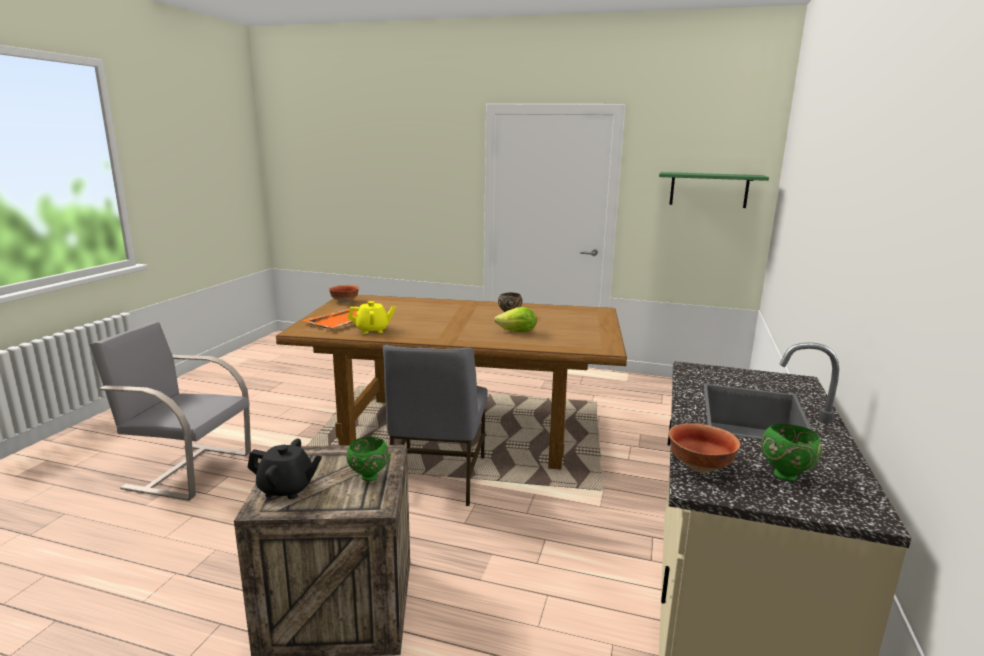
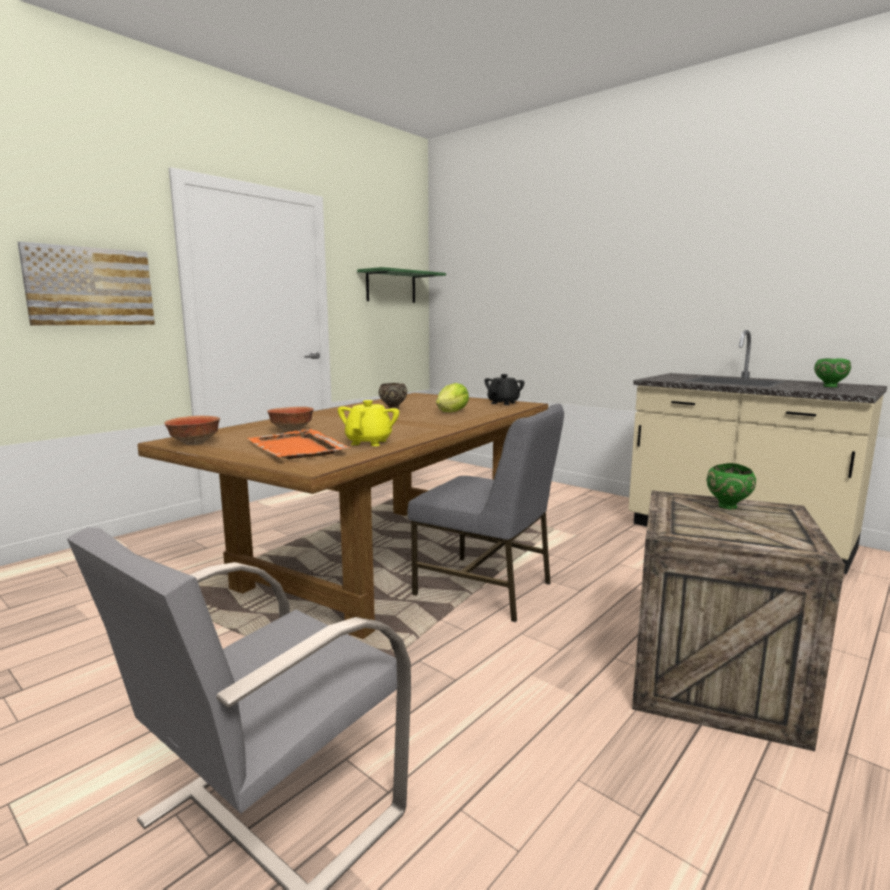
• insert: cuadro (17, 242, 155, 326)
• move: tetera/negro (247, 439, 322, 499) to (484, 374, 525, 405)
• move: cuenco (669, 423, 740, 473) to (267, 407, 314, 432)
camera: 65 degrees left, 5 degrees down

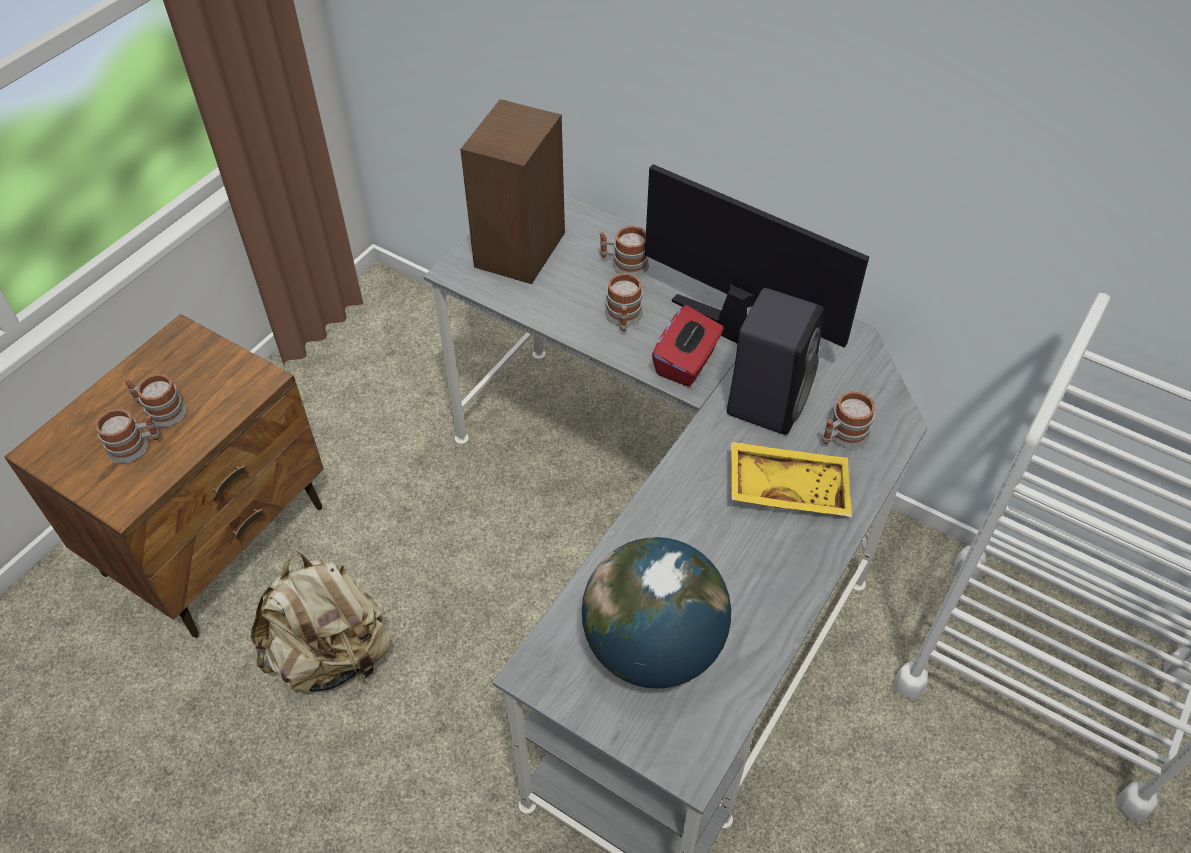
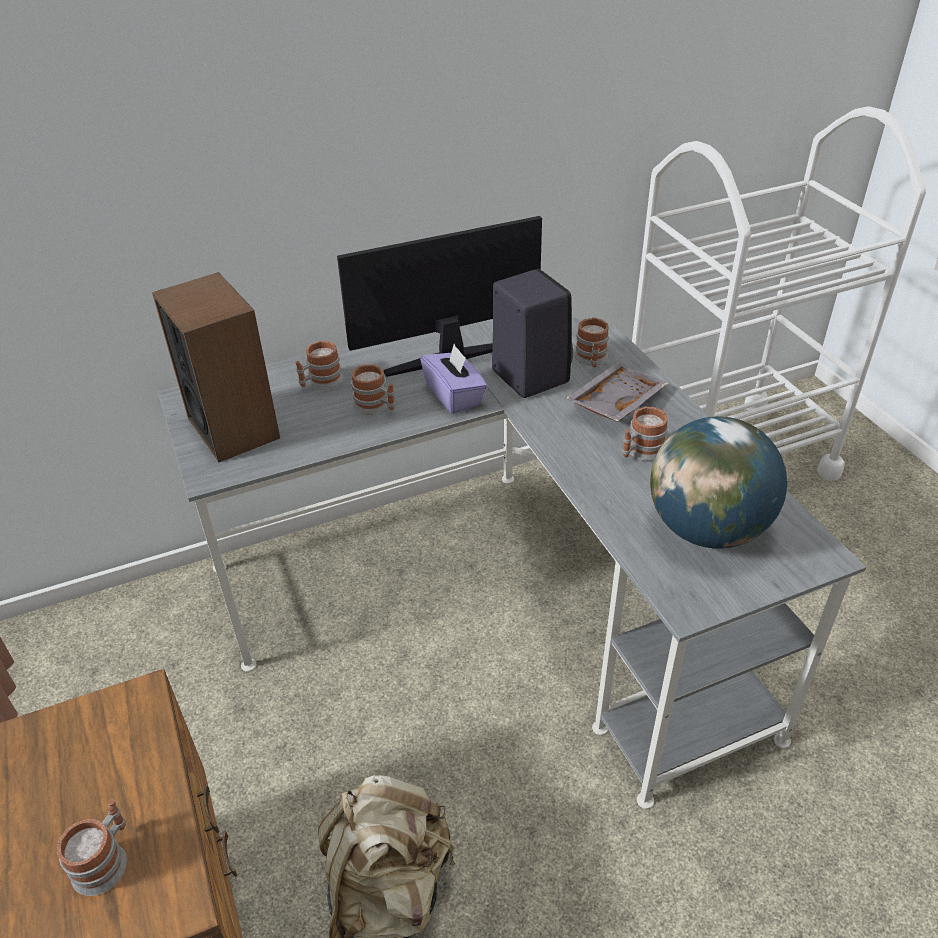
• move: taza grande (124, 374, 187, 427) to (622, 406, 668, 461)
• recolor: caja de pañuelos/rojo (652, 305, 724, 387) to caja de pañuelos/morado (420, 344, 488, 414)
• recolor: bandeja/amarillo (731, 441, 852, 517) to bandeja/gris (566, 362, 668, 422)
camera: 55 degrees left, 10 degrees down

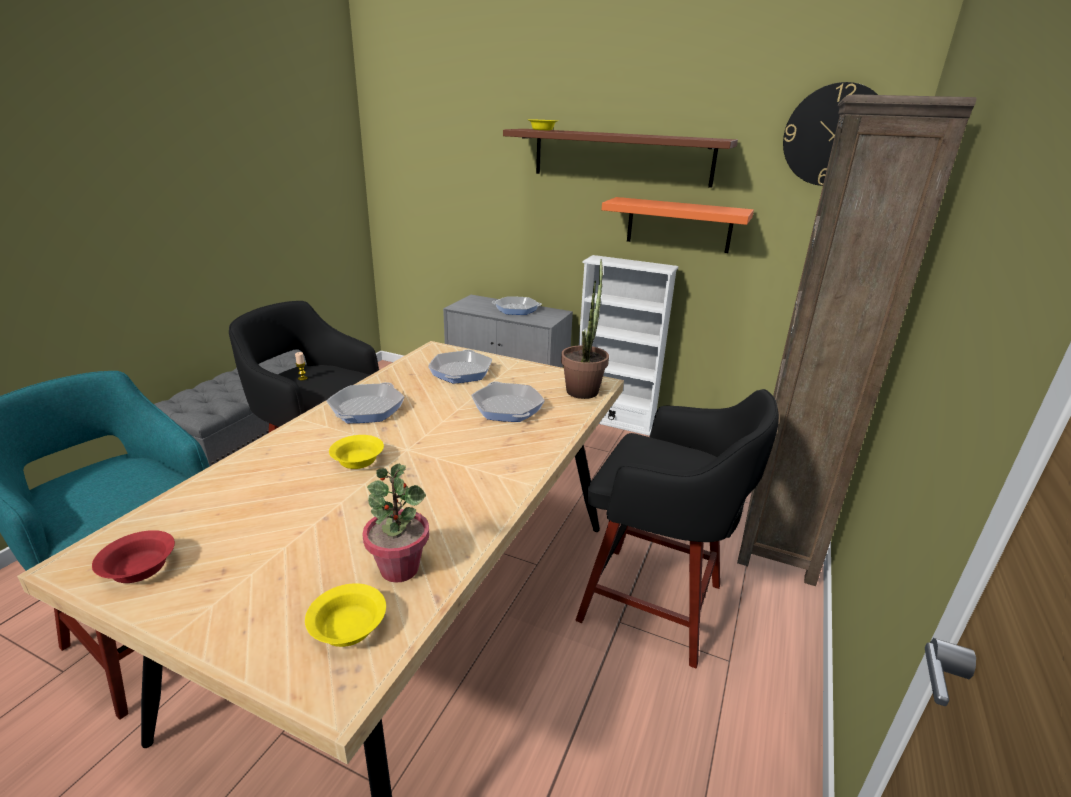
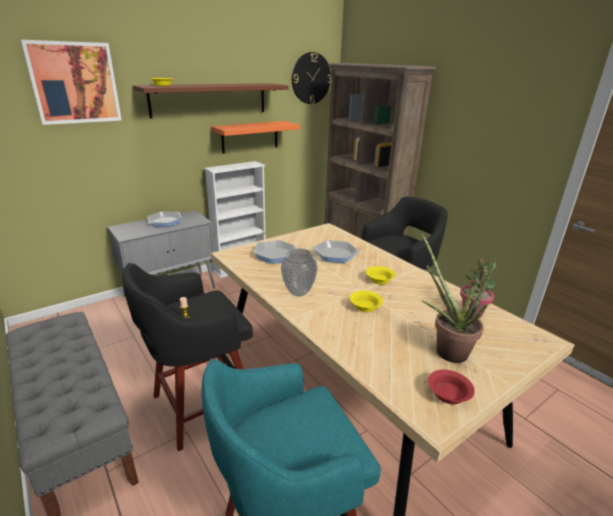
• insert: cuadro (21, 40, 122, 125)
• move: cuenco/amarillo (305, 583, 386, 647) to (366, 266, 396, 284)
• move: planta en maceta (561, 259, 609, 399) to (421, 234, 496, 363)
• replace: sartén (326, 382, 405, 423) to florero (281, 248, 318, 297)
camera: 60 degrees left, 0 degrees up

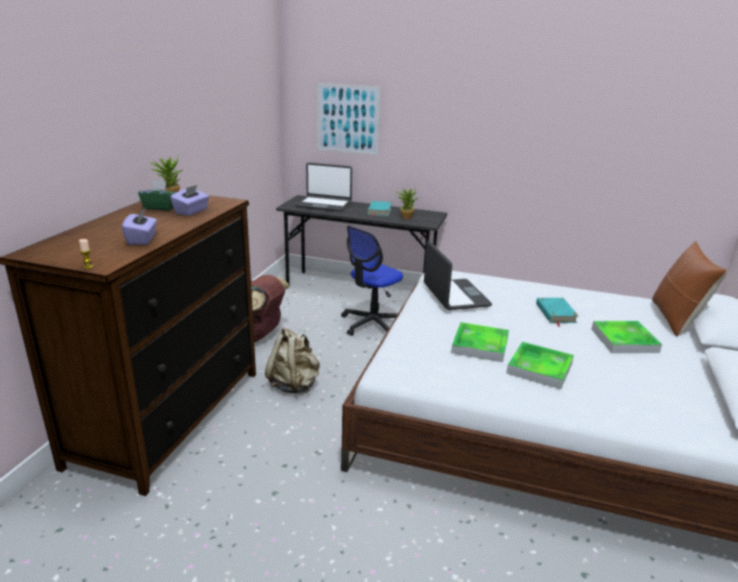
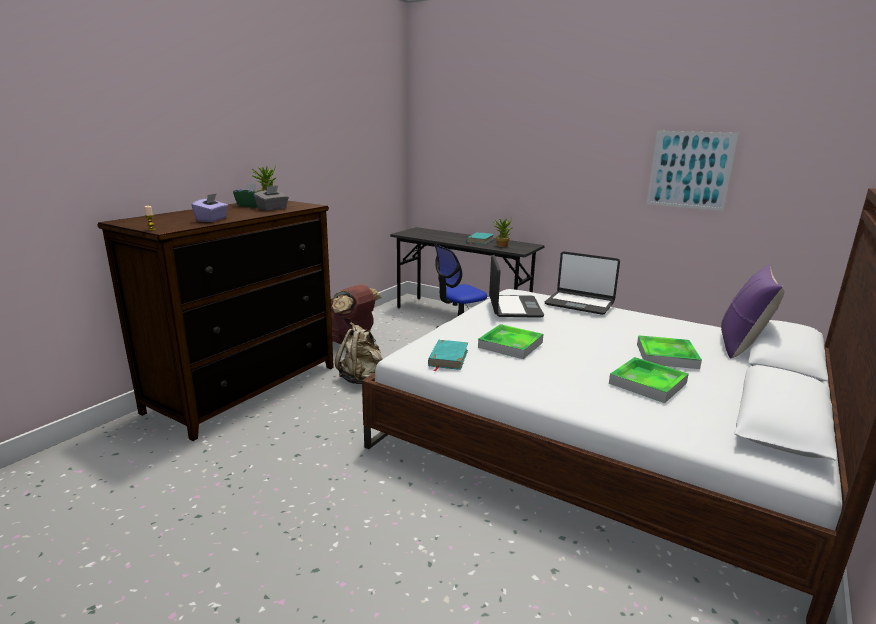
• move: portátil (295, 163, 352, 212) to (545, 251, 620, 315)
• move: cuadro (317, 83, 381, 155) to (647, 131, 739, 211)
• move: bandeja (506, 342, 574, 389) to (609, 357, 689, 403)
• move: libro/turquesa (536, 298, 578, 327) to (428, 340, 468, 371)
• recolor: caja de pañuelos/morado (170, 185, 209, 216) to caja de pañuelos/gris (254, 186, 289, 211)
• recolor: cojín/marrón (652, 241, 727, 336) to cojín/morado (721, 264, 785, 359)
camera: 15 degrees right, 5 degrees down

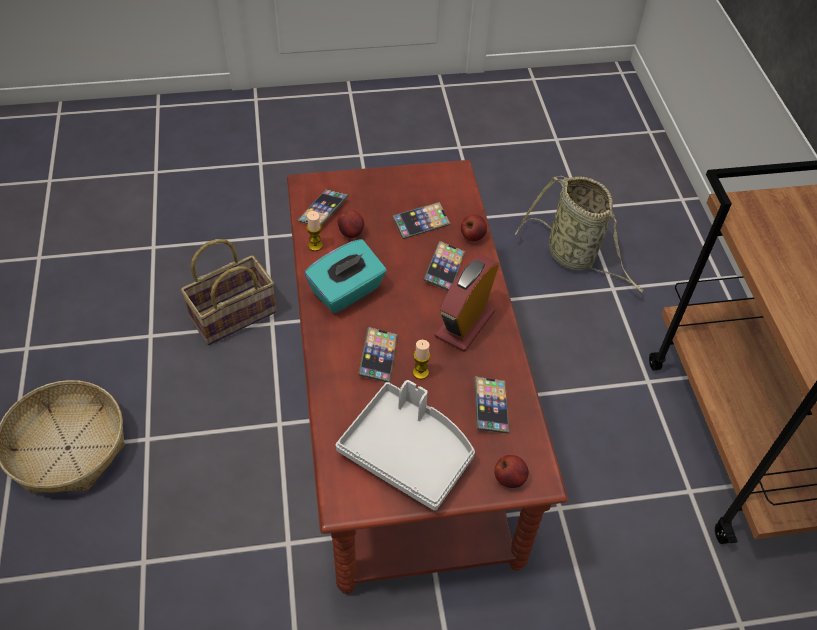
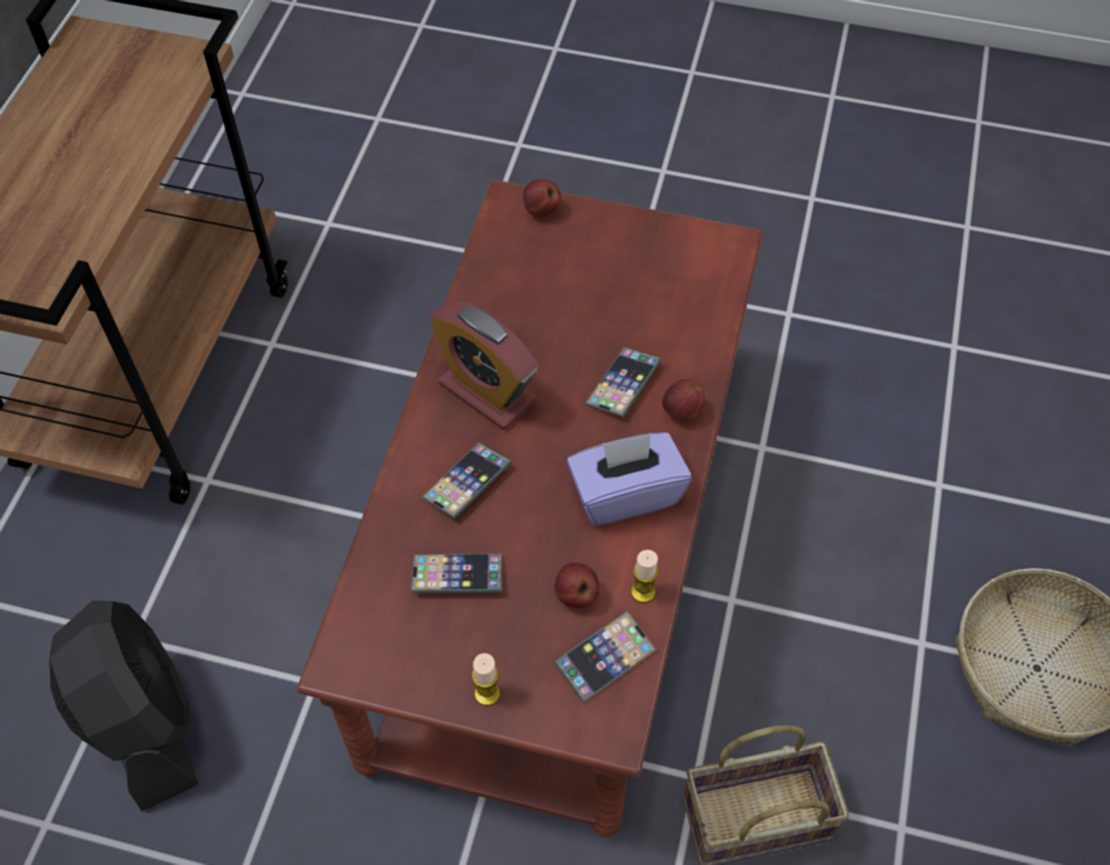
• delete: bandeja/gris (336, 380, 475, 511)
• delete: móvil (474, 377, 509, 434)
• move: vela (413, 340, 430, 379) to (472, 653, 500, 706)
• move: manzana (461, 214, 487, 241) to (662, 379, 705, 422)
• replace: cesta (515, 176, 643, 292) to ventilador/negro (49, 600, 199, 811)
• recolor: caja de pañuelos/turquesa (305, 239, 387, 313) to caja de pañuelos/morado (567, 432, 692, 526)
• rotate: despertador (435, 255, 499, 352) = (429, 300, 538, 430) 75 degrees clockwise
camera: 155 degrees left, 5 degrees up

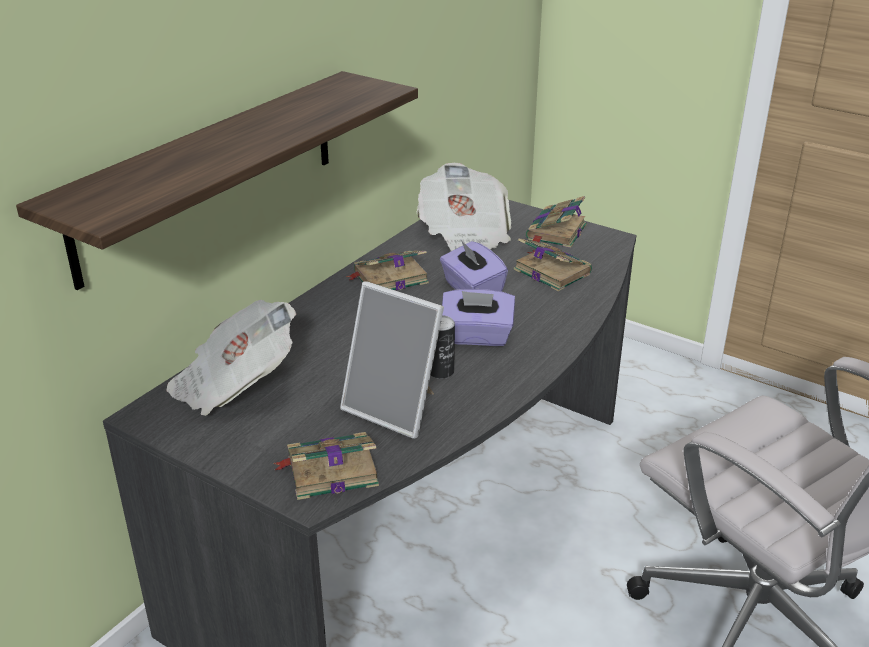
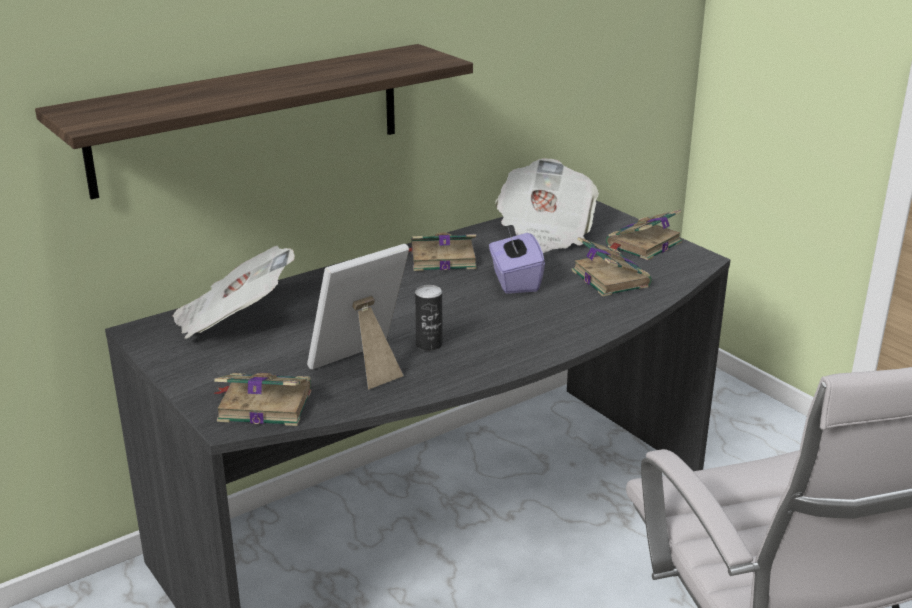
• delete: caja de pañuelos/morado (442, 289, 515, 346)
• rotate: portarretratos (340, 281, 444, 439) = (307, 244, 409, 389) 90 degrees clockwise
camera: 20 degrees right, 5 degrees down

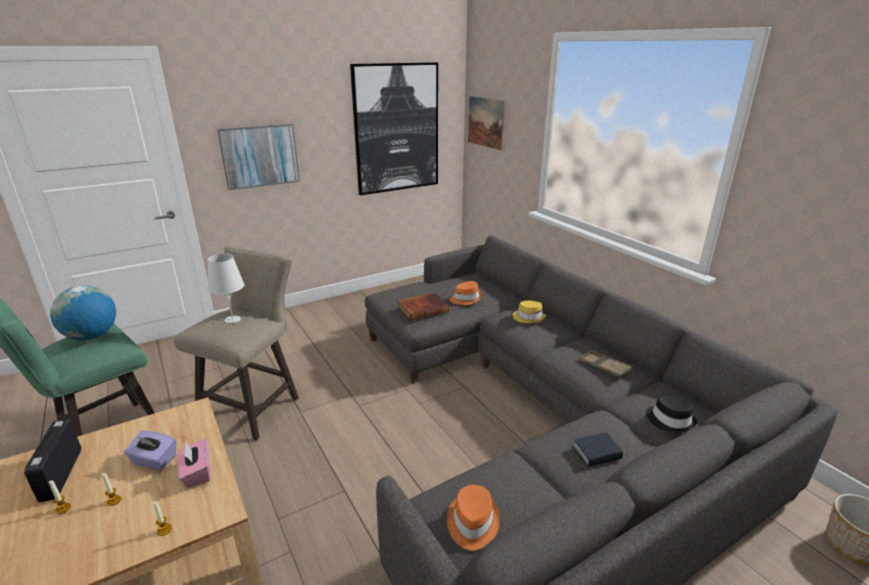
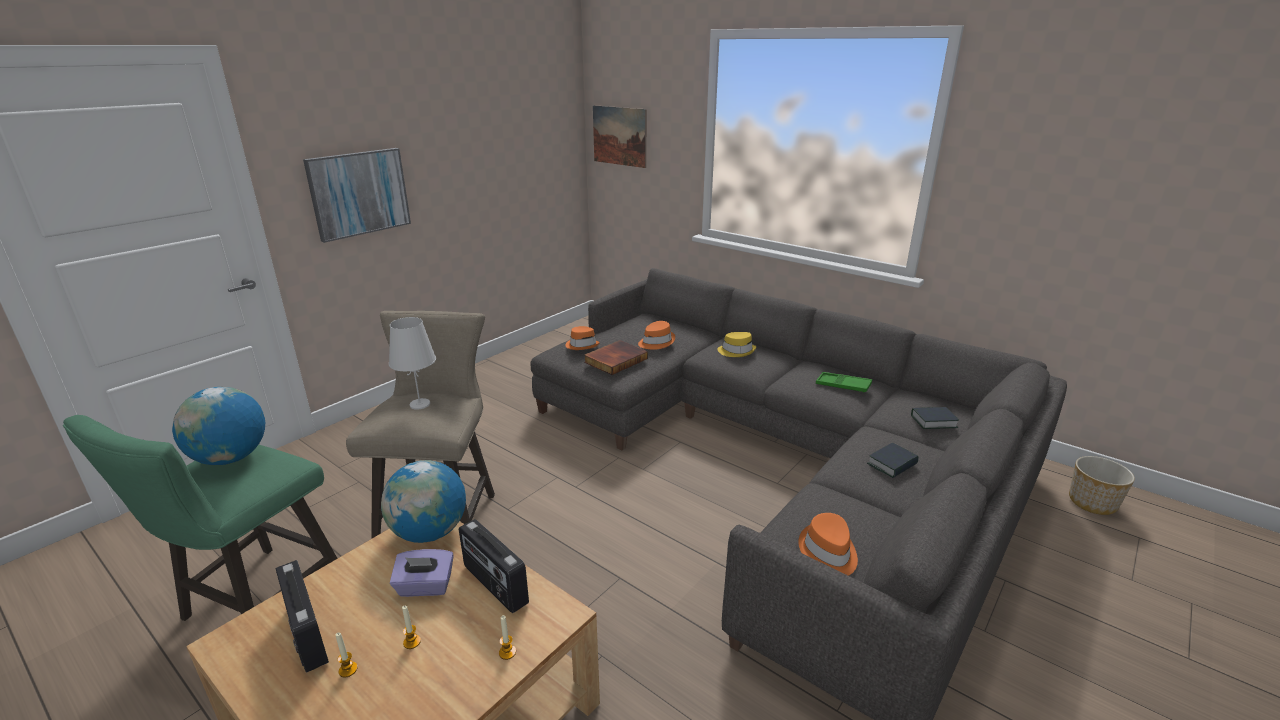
• delete: cuadro (350, 62, 438, 195)
• insert: globo terráqueo (381, 460, 466, 543)
• insert: sombrero/naranja (566, 326, 600, 350)
• replace: caja de pañuelos/rosa (177, 438, 210, 488) to radio (459, 519, 529, 613)
• replace: sombrero/negro (646, 396, 697, 433) to libro (911, 407, 959, 429)
• recolor: bandeja/marrón (579, 350, 632, 377) to bandeja/verde (816, 372, 872, 393)
camera: 20 degrees left, 0 degrees up

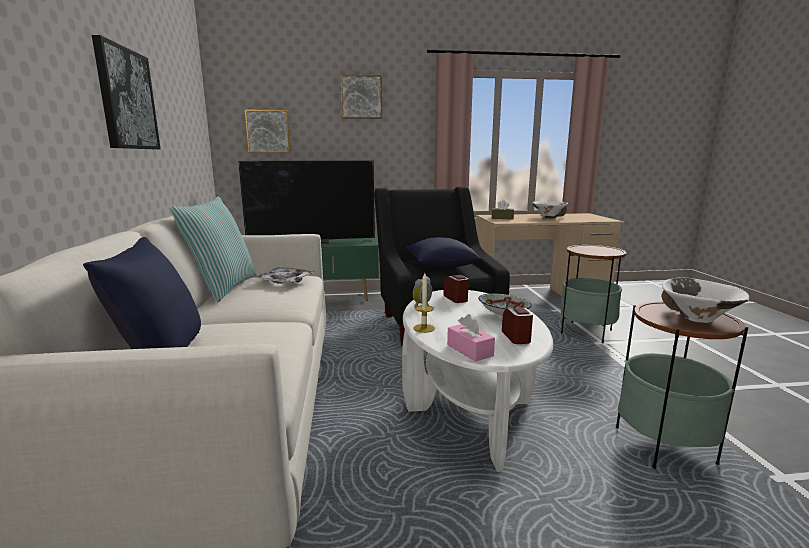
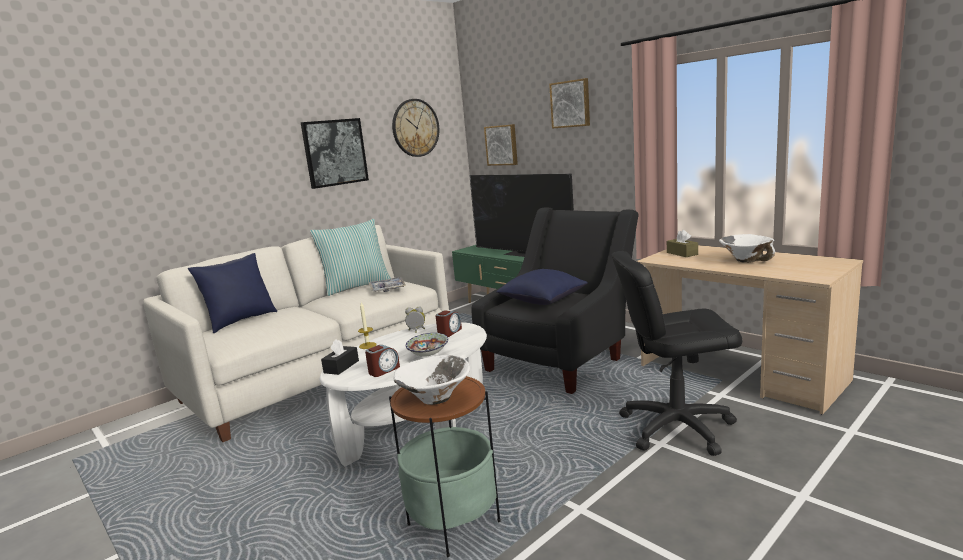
• insert: reloj de pared (392, 99, 439, 157)
• replace: mesa auxiliar (561, 244, 627, 343) to silla de oficina/negro (612, 251, 742, 456)
• recolor: caja de pañuelos/rosa (447, 314, 495, 362) to caja de pañuelos/negro (321, 339, 359, 375)
camera: 55 degrees right, 0 degrees up

